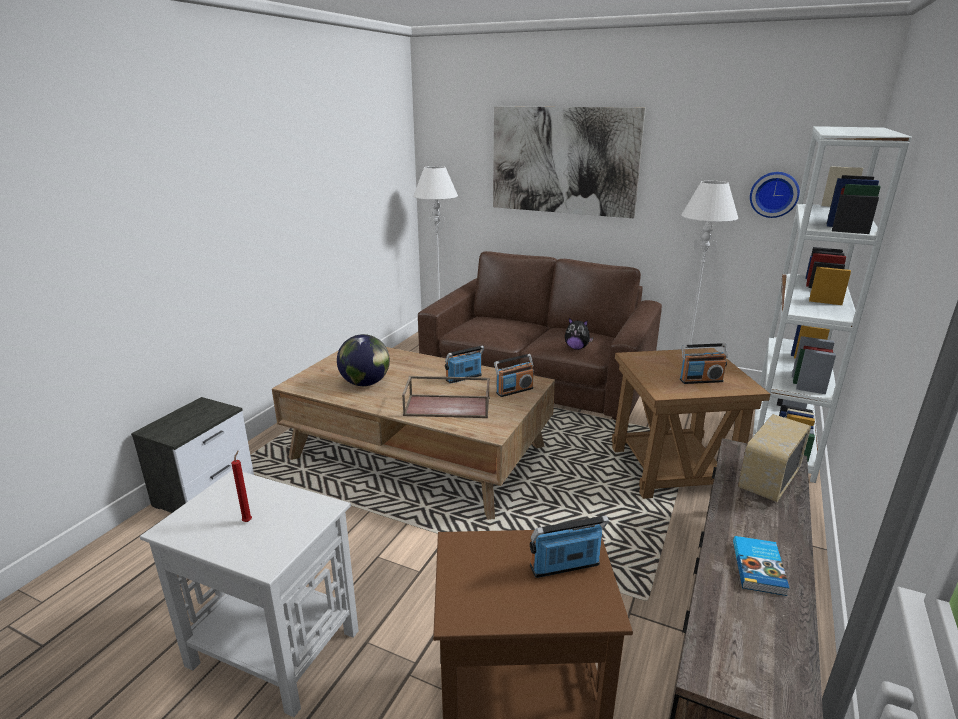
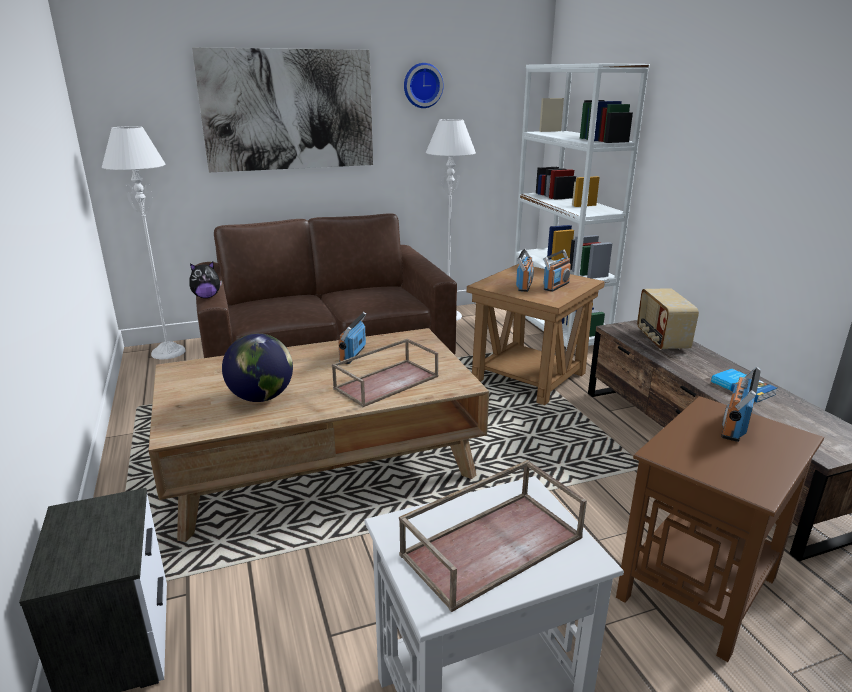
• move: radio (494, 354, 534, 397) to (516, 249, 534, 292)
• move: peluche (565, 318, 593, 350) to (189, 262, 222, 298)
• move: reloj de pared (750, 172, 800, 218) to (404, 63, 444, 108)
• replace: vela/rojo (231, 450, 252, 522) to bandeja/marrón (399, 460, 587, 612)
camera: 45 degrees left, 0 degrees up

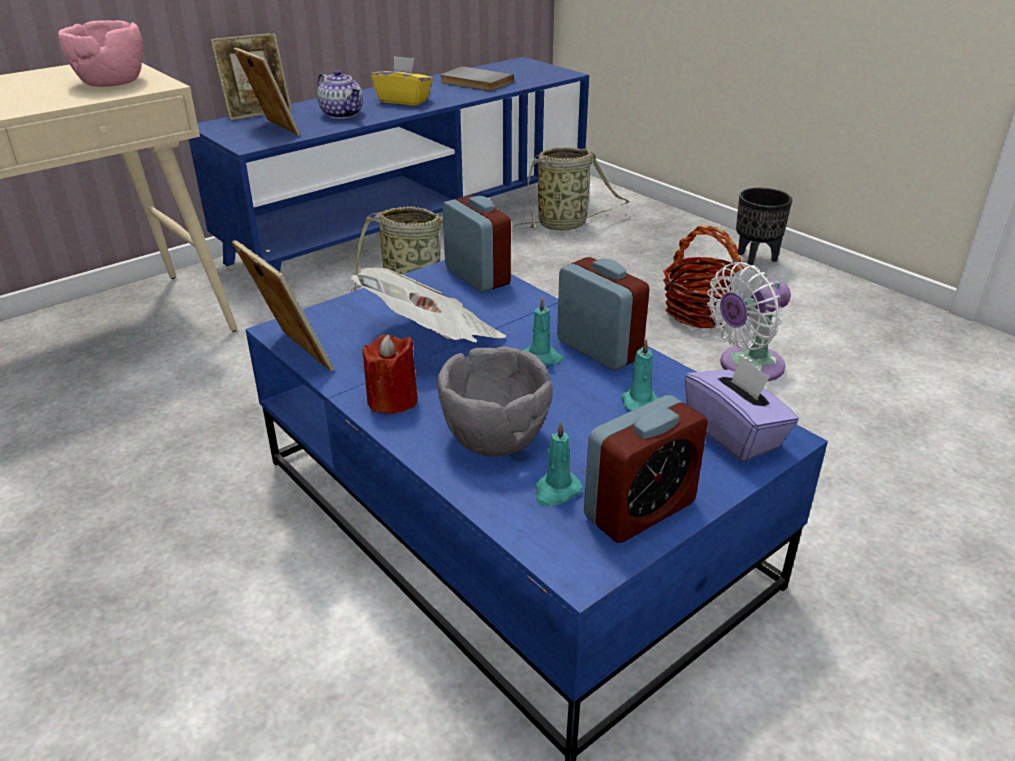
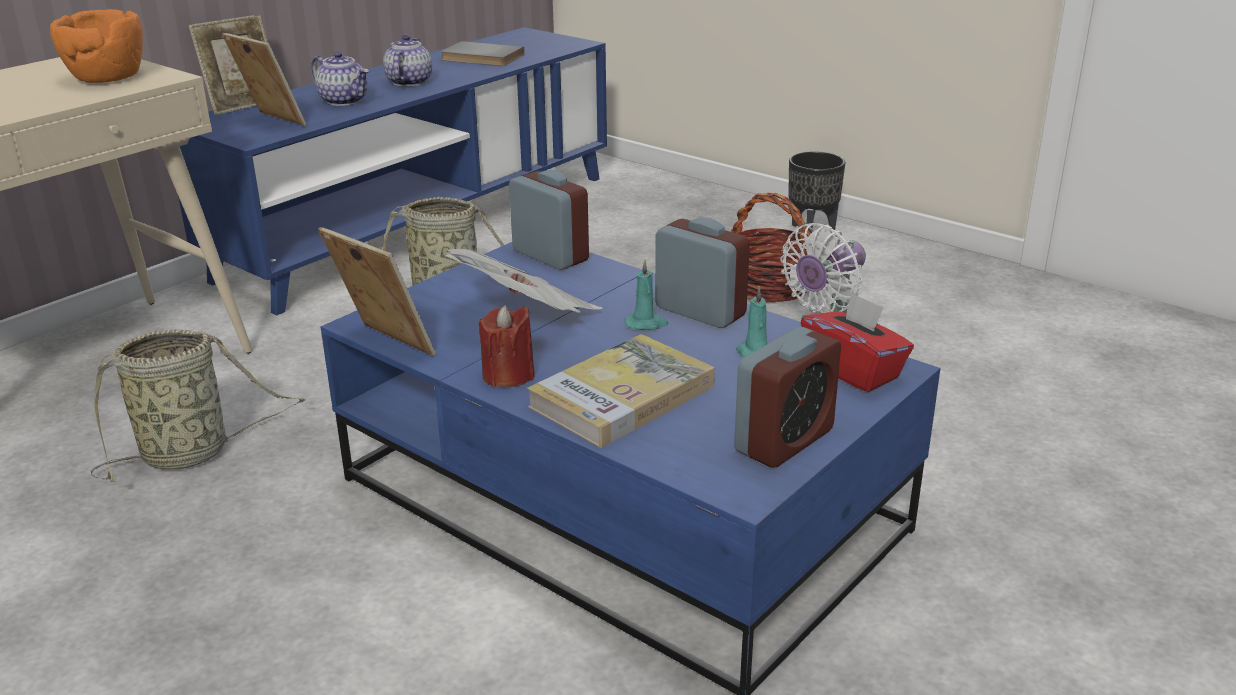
• delete: vela/turquesa (535, 421, 583, 506)
• move: cesta (515, 147, 630, 231) to (91, 329, 306, 482)
• replace: caja de pañuelos/amarillo (371, 56, 433, 106) to tetera (383, 35, 432, 87)
• replace: cuenco/gris (437, 347, 553, 457) to libro (527, 334, 715, 448)
• recolor: cuenco/rosa (58, 20, 143, 87) to cuenco/naranja (50, 9, 143, 83)
• recolor: caja de pañuelos/morado (684, 355, 799, 462) to caja de pañuelos/rojo (801, 292, 914, 392)
camera: 10 degrees left, 5 degrees down

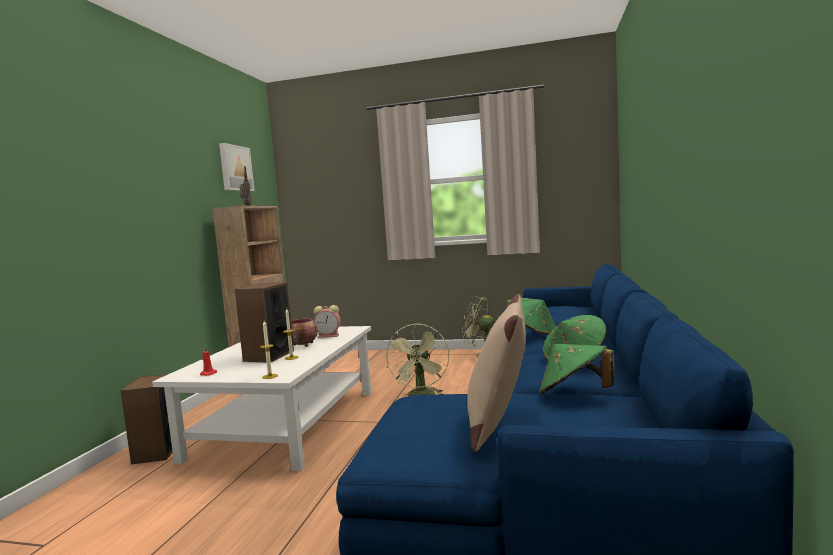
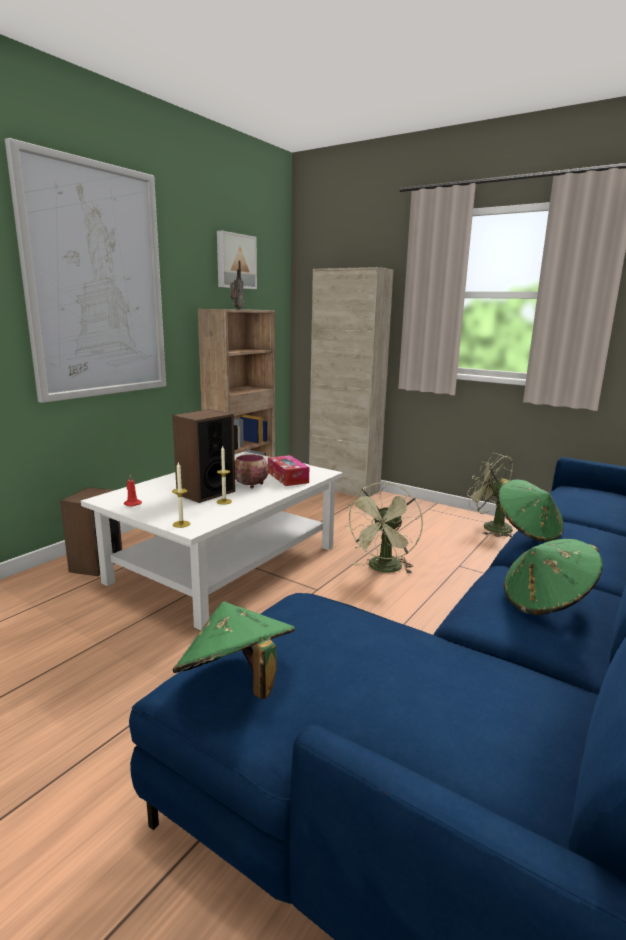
• delete: cojín/beis (467, 294, 526, 452)
• insert: cuadro (5, 138, 166, 403)
• insert: armario/beis (309, 267, 393, 497)
• move: sombrero/verde (539, 344, 615, 395) to (173, 601, 295, 699)
• replace: despertador (314, 305, 341, 338) to caja de pañuelos (268, 455, 309, 486)
camera: 20 degrees right, 10 degrees up

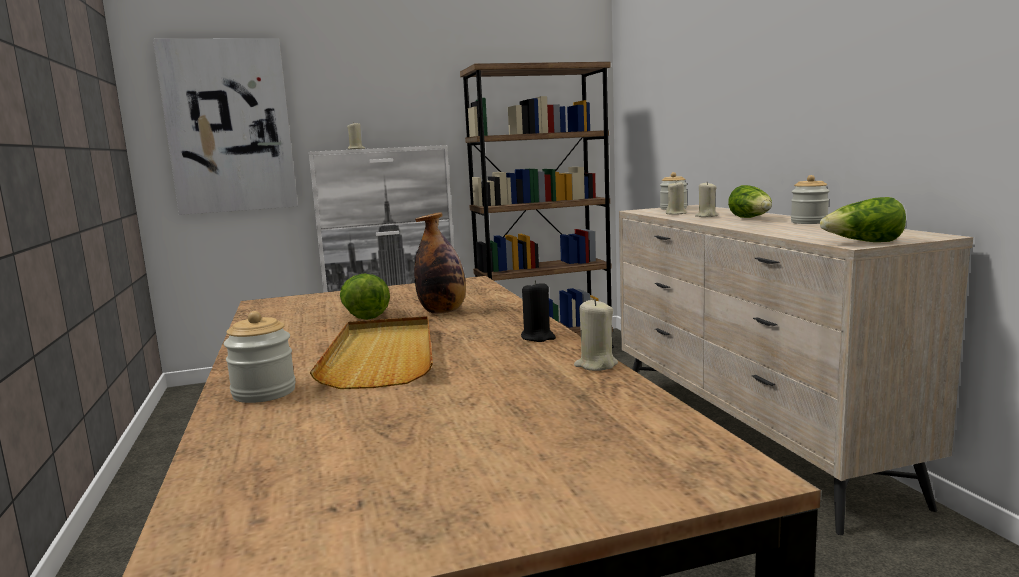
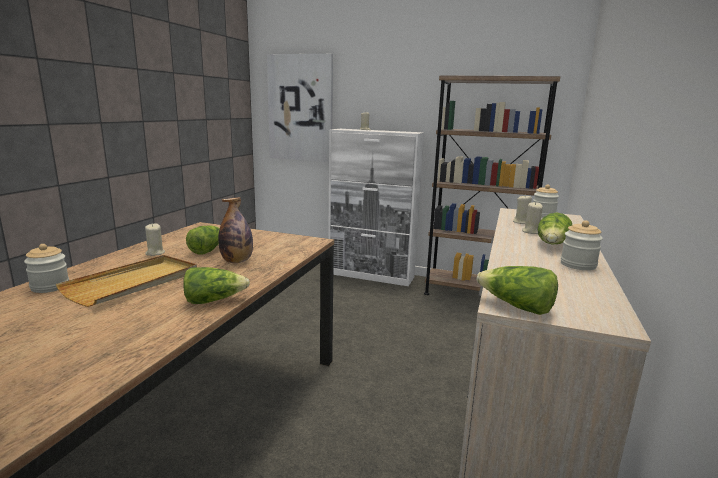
• move: vela/beis (574, 299, 618, 371) to (145, 224, 165, 256)
• replace: vela/negro (521, 280, 556, 342) to lechuga (183, 267, 250, 304)
camera: 35 degrees right, 5 degrees up

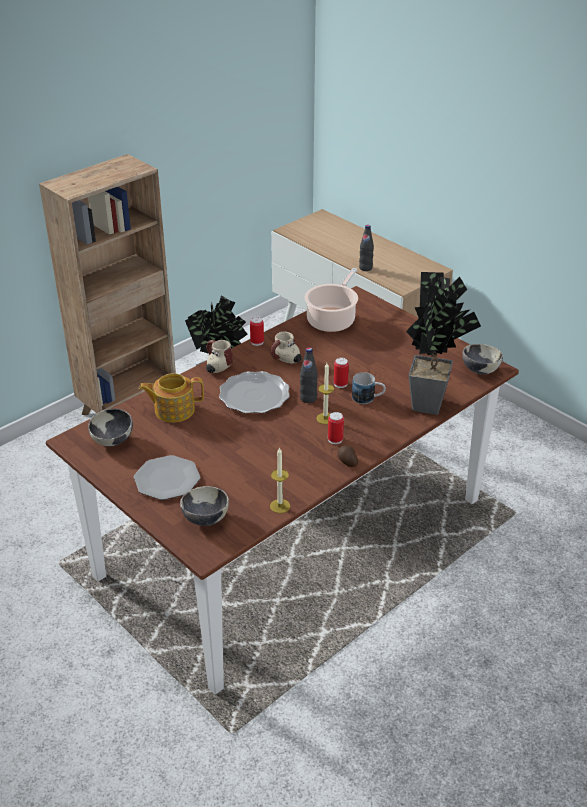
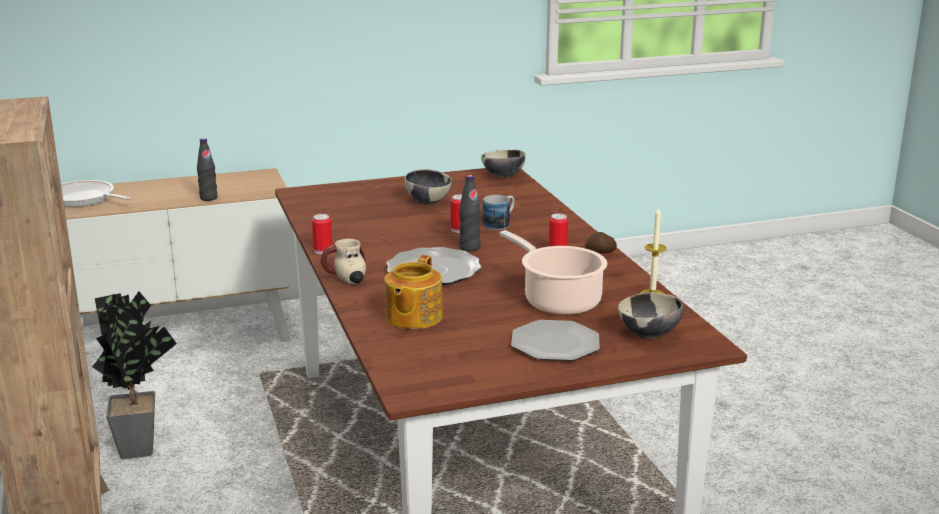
• delete: taza grande (270, 332, 302, 364)
• delete: vela (316, 363, 334, 424)
• delete: planta en maceta (406, 272, 481, 415)
• insert: sartén (61, 180, 131, 207)
• move: cuenco (88, 409, 133, 446) to (404, 169, 452, 204)
• move: olla (305, 268, 358, 332) to (499, 230, 607, 315)
camera: 65 degrees left, 15 degrees down

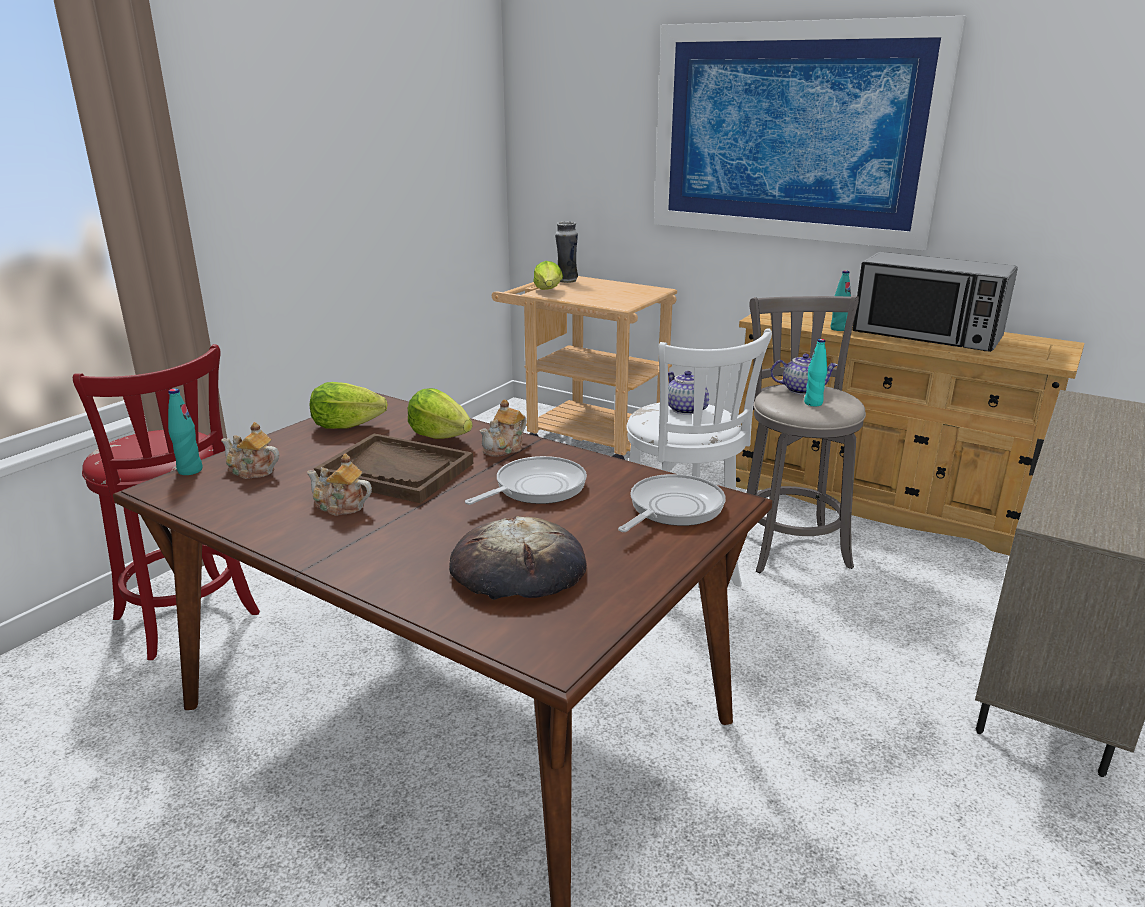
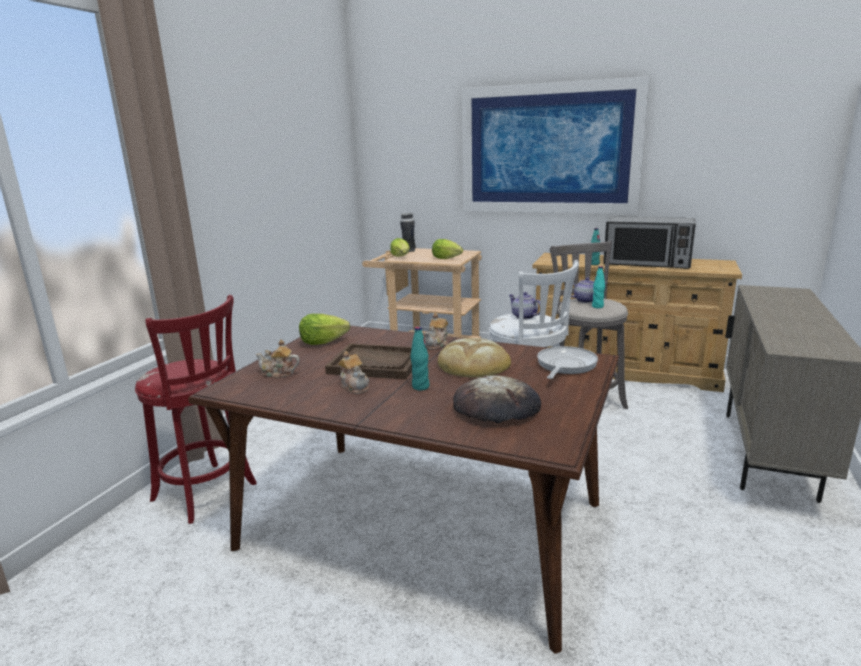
• move: botella/turquesa (168, 388, 203, 475) to (411, 326, 429, 390)
• move: lechuga (408, 388, 473, 439) to (432, 239, 463, 259)
• replace: sartén (465, 456, 587, 505) to pan (438, 338, 511, 378)
• rotate: tetera (307, 453, 372, 516) = (338, 351, 369, 394) 135 degrees counterclockwise
camera: 10 degrees left, 5 degrees down

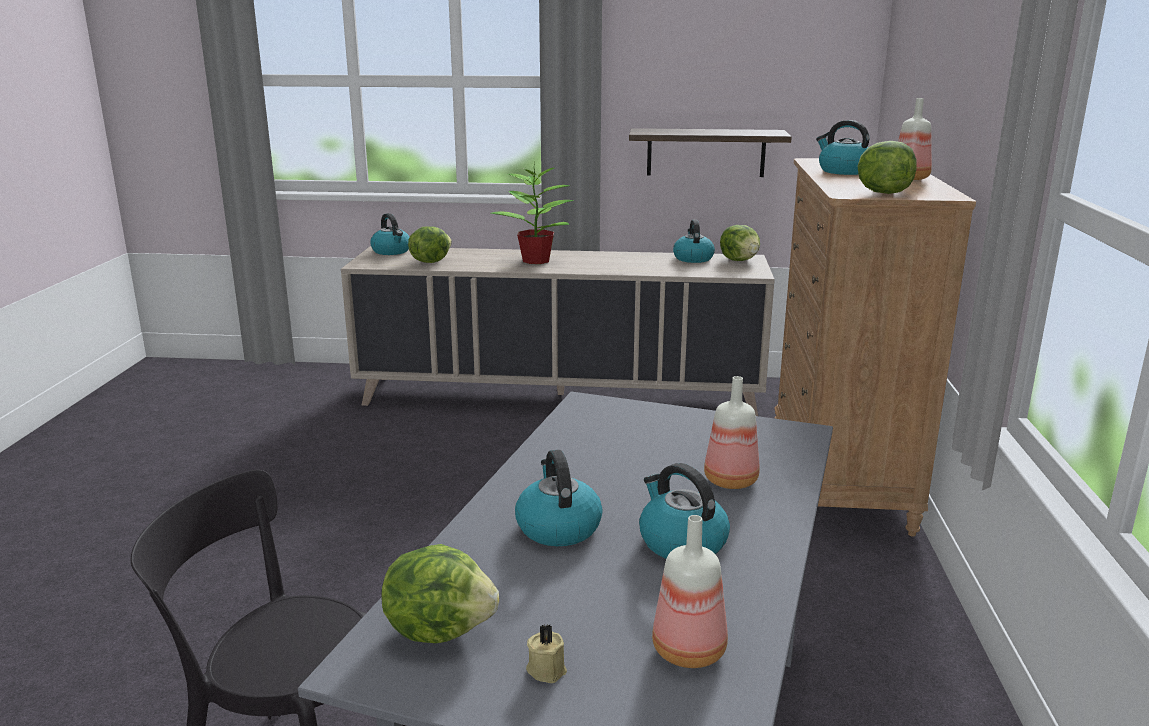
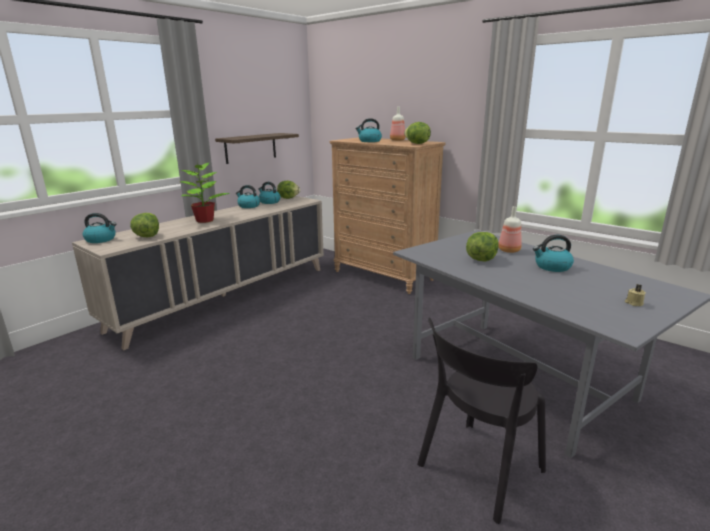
• delete: botella (652, 515, 728, 668)
• move: lechuga (381, 544, 499, 643) to (466, 232, 499, 262)
• move: hervidor (515, 450, 603, 546) to (236, 185, 260, 208)
camera: 55 degrees left, 0 degrees up

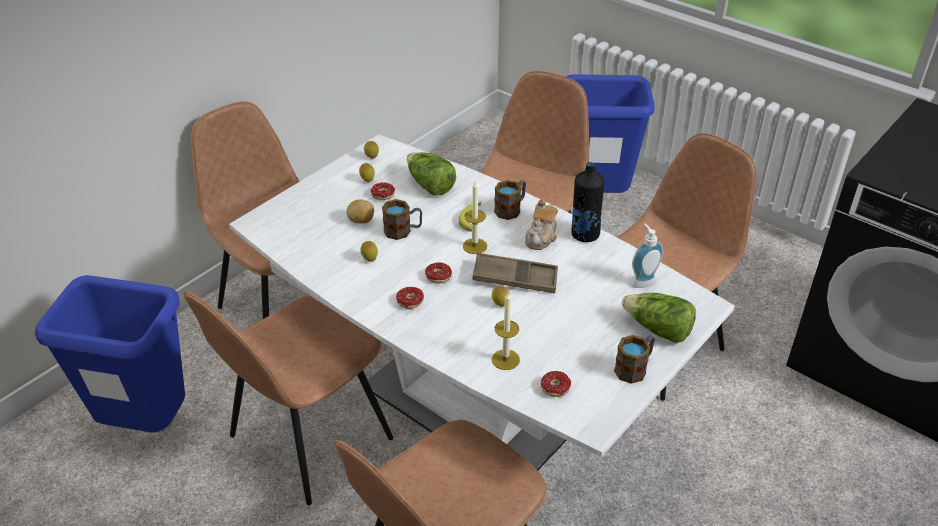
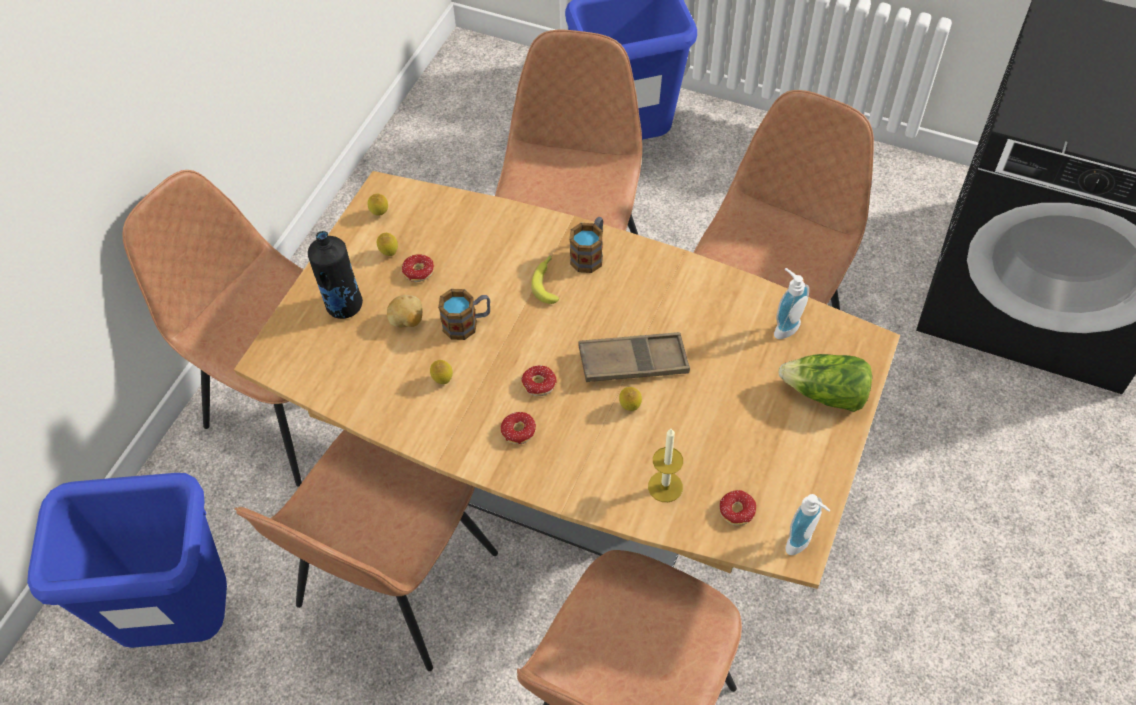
• delete: lechuga (407, 152, 456, 196)
• delete: vela (463, 180, 487, 254)
• delete: tetera (525, 199, 558, 250)
• delete: taza grande (614, 335, 655, 384)
• insert: dispensador de jabón (785, 494, 830, 555)
• move: botella/negro (571, 162, 605, 242) to (308, 231, 363, 319)
• recolor: mesa de comedor/blanco (229, 134, 735, 471) to mesa de comedor/marrón (234, 171, 900, 589)
camera: 15 degrees left, 15 degrees up

